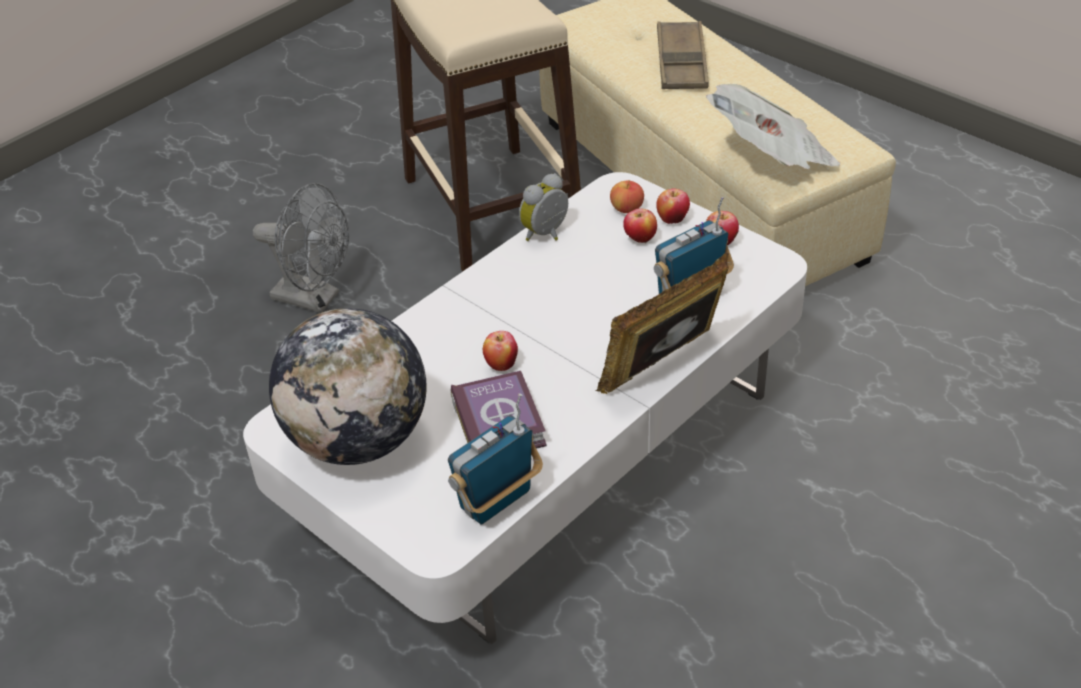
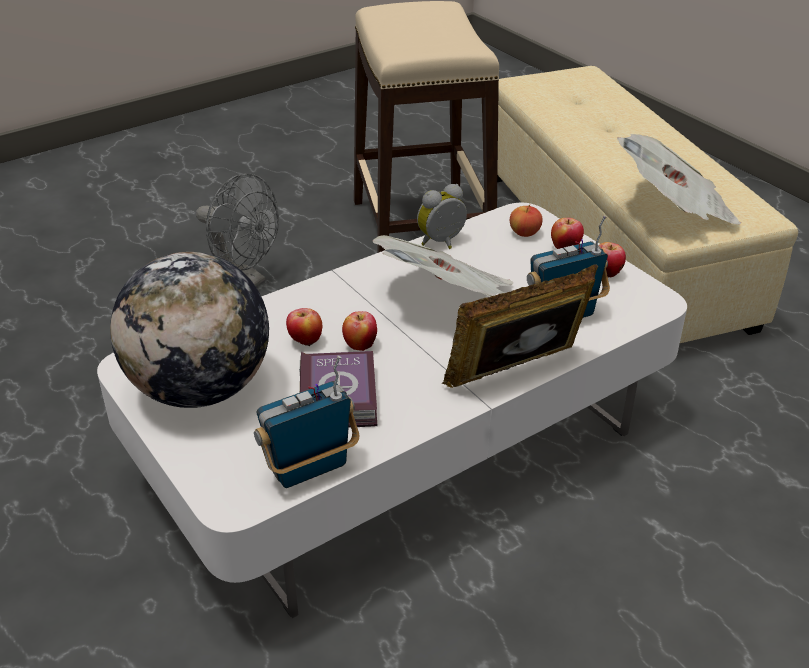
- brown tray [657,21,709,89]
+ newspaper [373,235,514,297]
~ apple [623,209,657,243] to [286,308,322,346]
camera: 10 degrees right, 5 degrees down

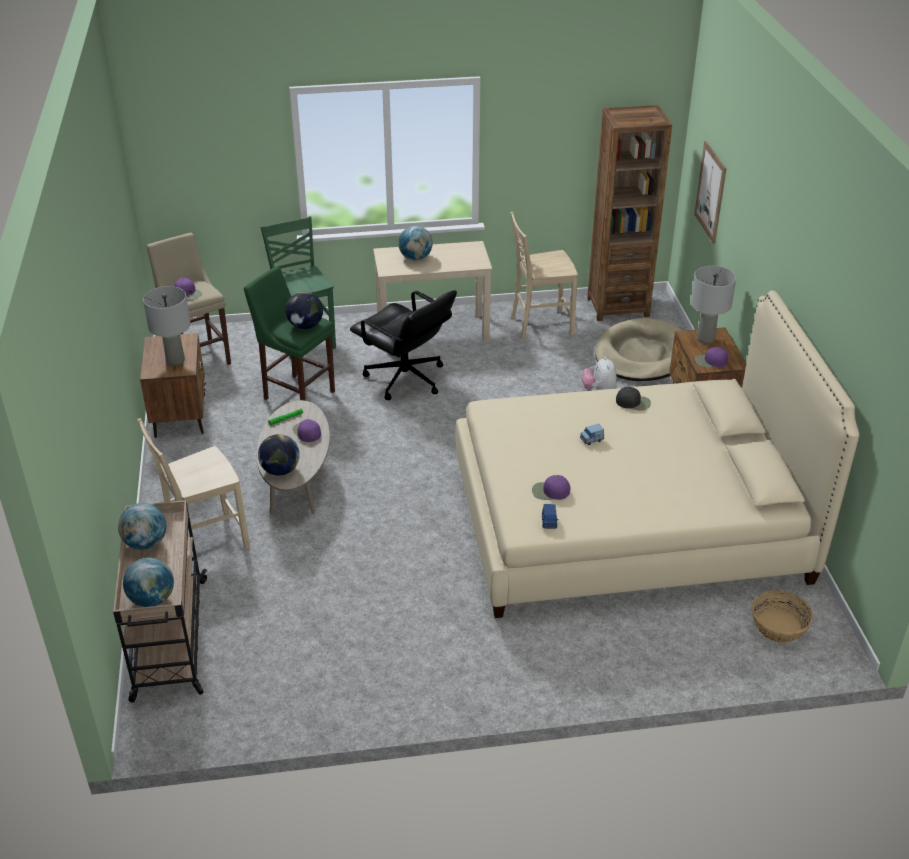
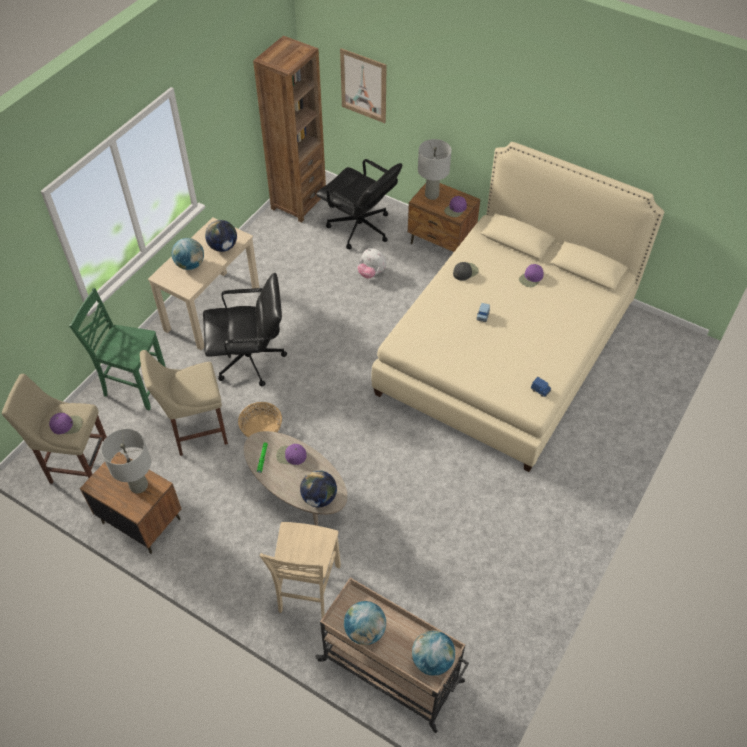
- beige chair [511,212,578,339]
~ globe [286,292,323,329] to [205,220,237,252]
~ purple cap [532,475,571,500] to [519,264,544,287]
~ basket [752,590,813,643] to [238,402,282,437]
~ beige dog bed [595,318,683,381] to black office chair [316,159,402,249]
~ green stool [244,266,335,401] to beige stool [140,350,228,456]
camera: 50 degrees left, 15 degrees up

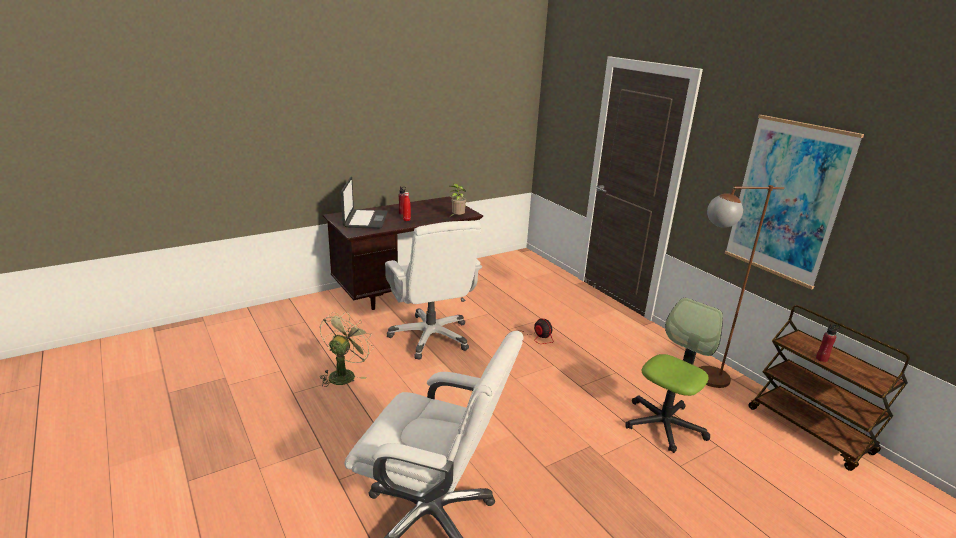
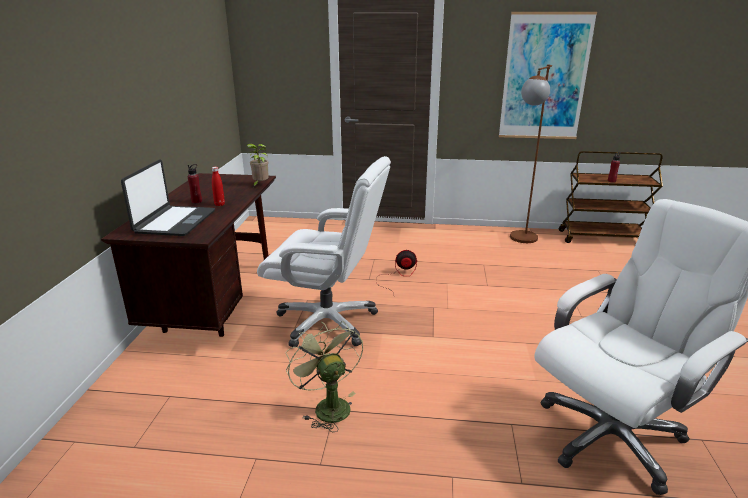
- office chair [625,298,723,453]
~ laptop [341,177,388,229] = [121,159,215,236] 60 degrees clockwise
camera: 50 degrees left, 0 degrees up

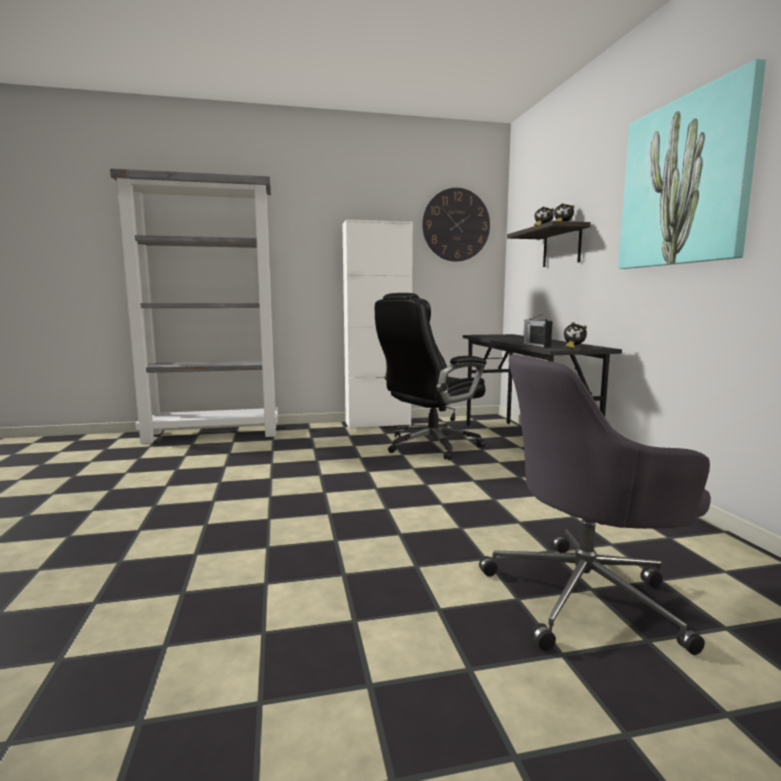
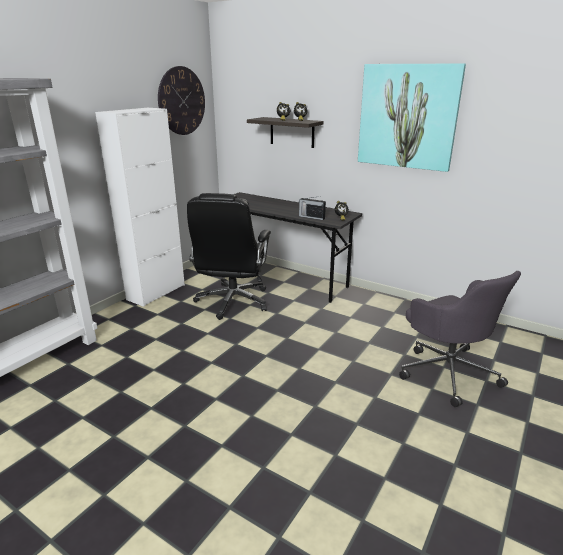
~ grey office chair [479,354,711,655] = [399,271,521,407] 60 degrees counterclockwise
camera: 45 degrees left, 15 degrees up

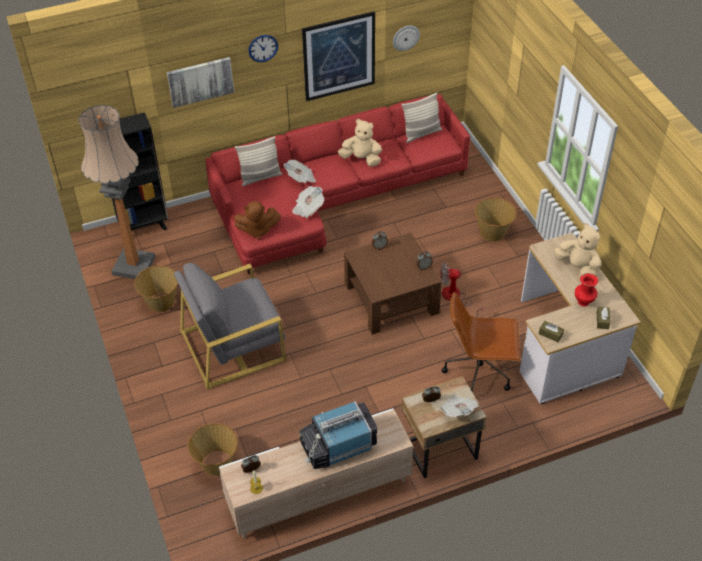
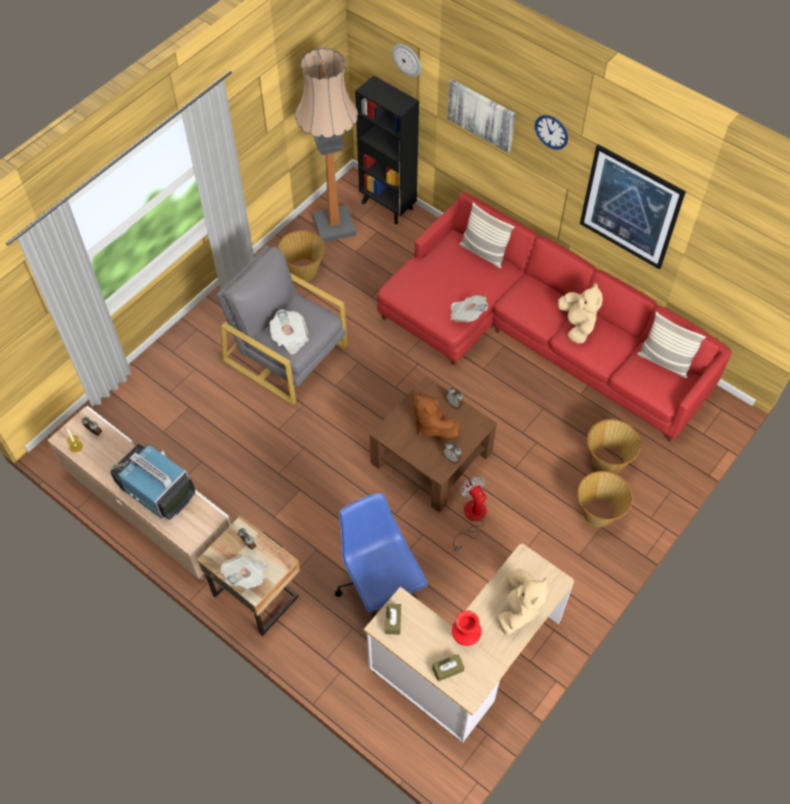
~ basket [187,423,238,476] to [587,419,641,474]
~ brown plush toy [234,201,281,240] to [413,392,460,438]
~ newspaper [284,160,316,183] to [269,309,309,354]
~ wall clock [393,25,420,51] to [392,44,421,77]
~ brown office chair [442,291,521,391] to blue office chair [335,493,428,619]
camera: 60 degrees right, 10 degrees up

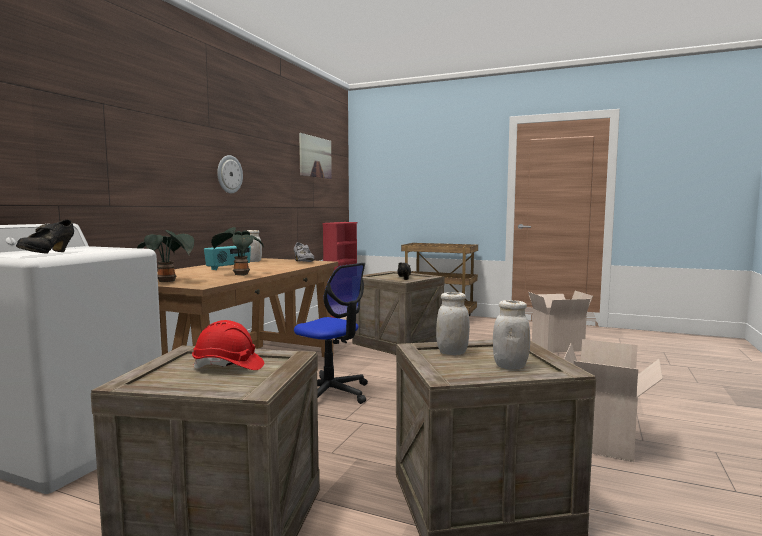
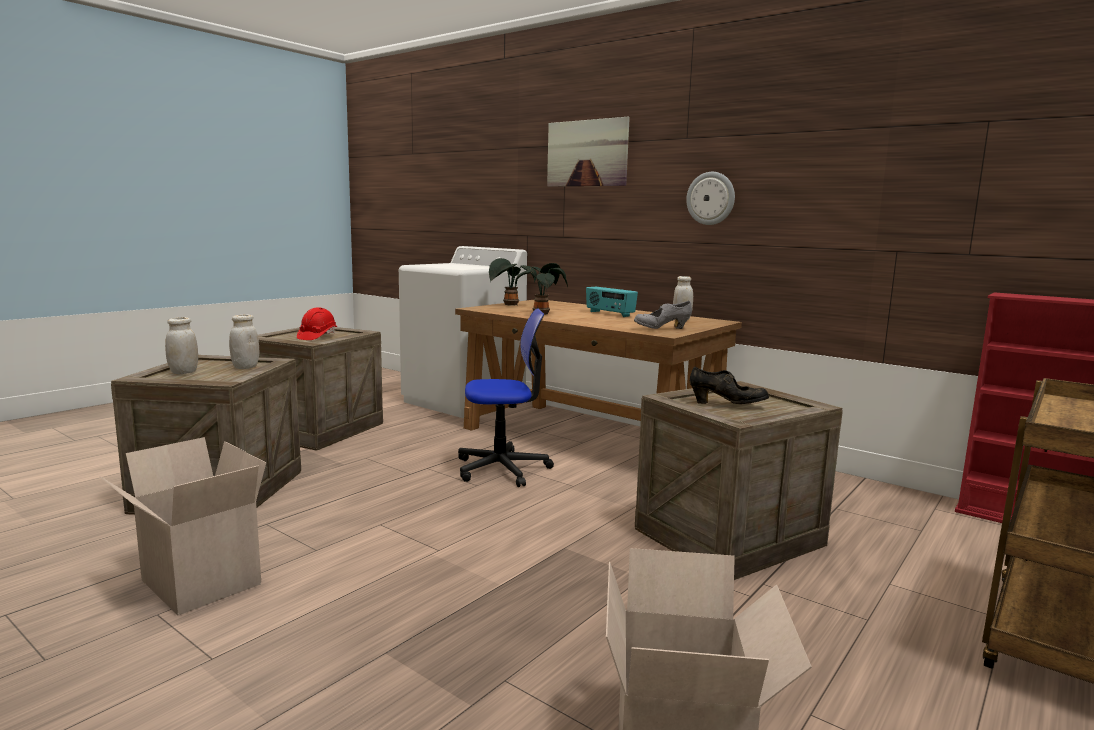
- black shoe [16,220,74,253]
~ picture [299,133,332,179] to [547,117,630,187]
~ office chair [294,263,368,404] = [458,308,554,487] 150 degrees counterclockwise
camera: 105 degrees right, 5 degrees up

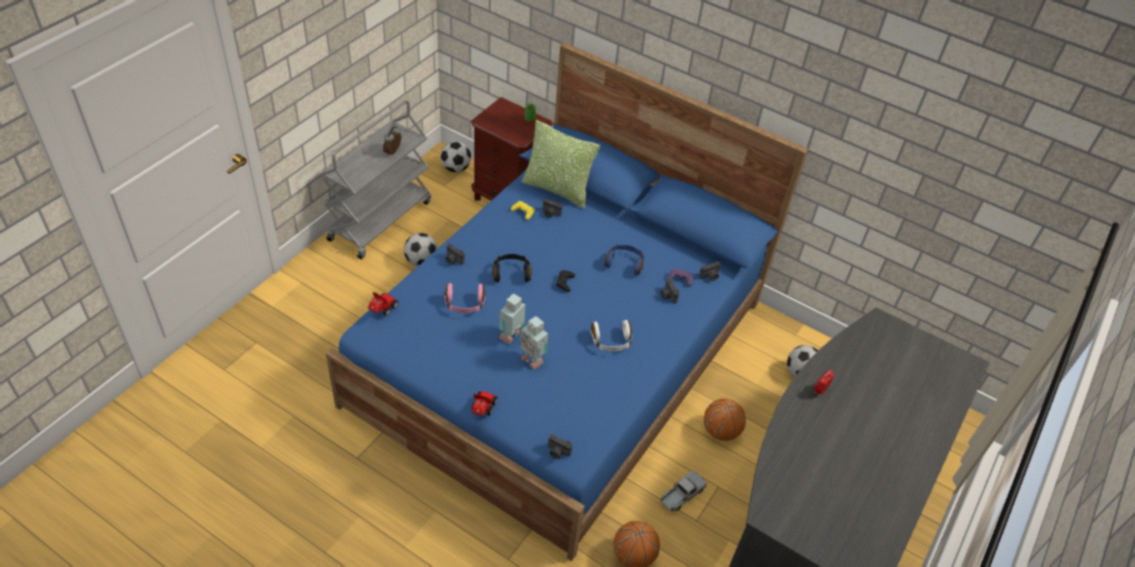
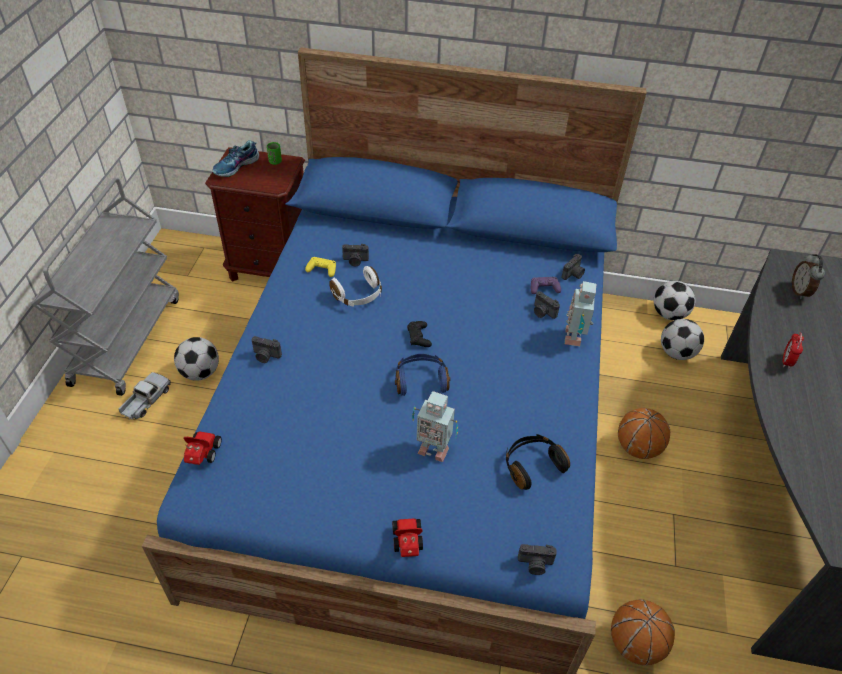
- pink headphones [444,283,486,313]
- pillow [522,120,600,209]
+ shoe [212,140,259,177]
~ alarm clock [383,126,401,156] to [792,254,825,299]
~ football [440,141,471,172] to [653,281,696,320]
~ black headphones [492,254,532,282] to [506,434,570,490]
~ toy robot [499,293,525,344] to [564,281,596,346]
~ white headphones [591,320,632,352] to [329,266,382,307]
~ blue headphones [605,244,644,276] to [395,354,450,396]
~ toy truck [661,470,707,511] to [119,372,171,419]
camera: 20 degrees left, 0 degrees up

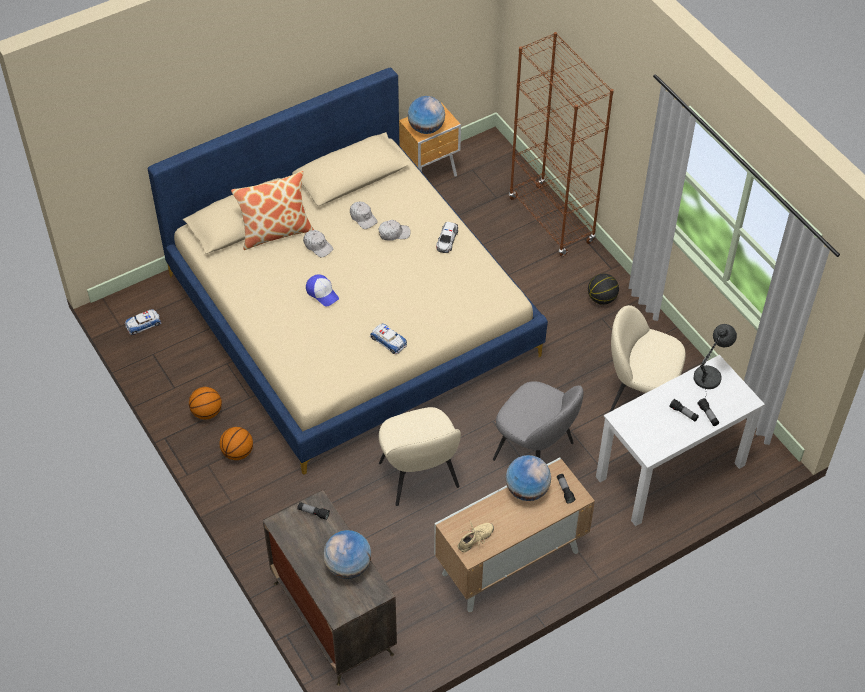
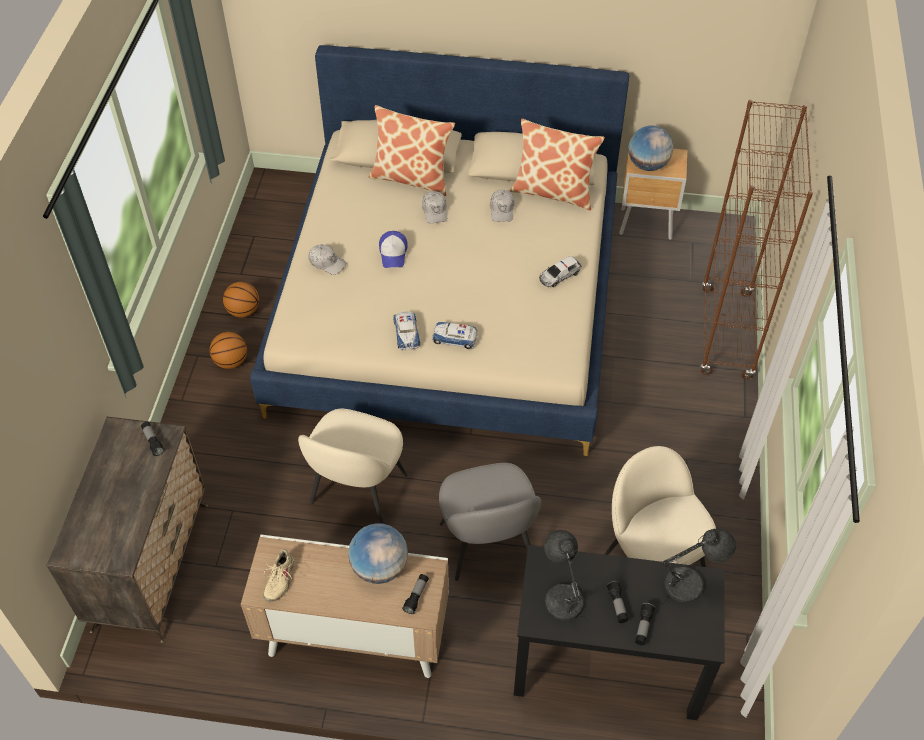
- globe [323,530,372,579]
- basketball [588,273,619,305]
+ pillow [510,119,605,210]
+ grey table lamp [544,530,591,624]
~ toy car [125,309,161,335] to [432,322,478,349]
~ white cap [378,220,411,241] to [308,244,346,275]
~ white desk [596,355,765,526] to black desk [514,545,725,720]
~ beige shoe [458,521,494,552] = [263,549,295,602] 105 degrees clockwise
camera: 40 degrees right, 0 degrees up

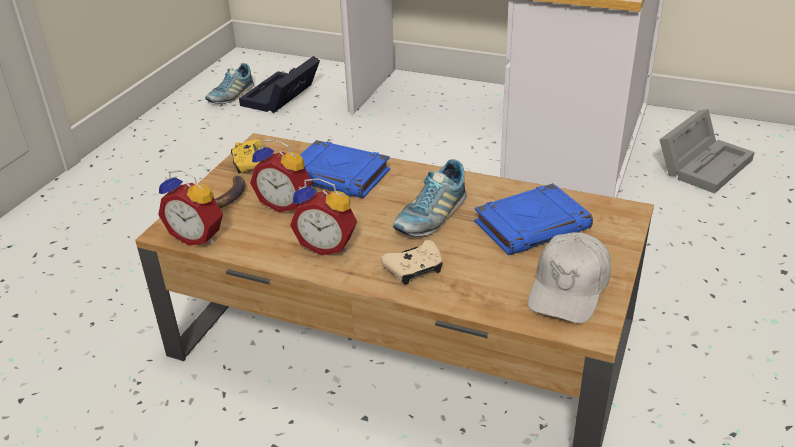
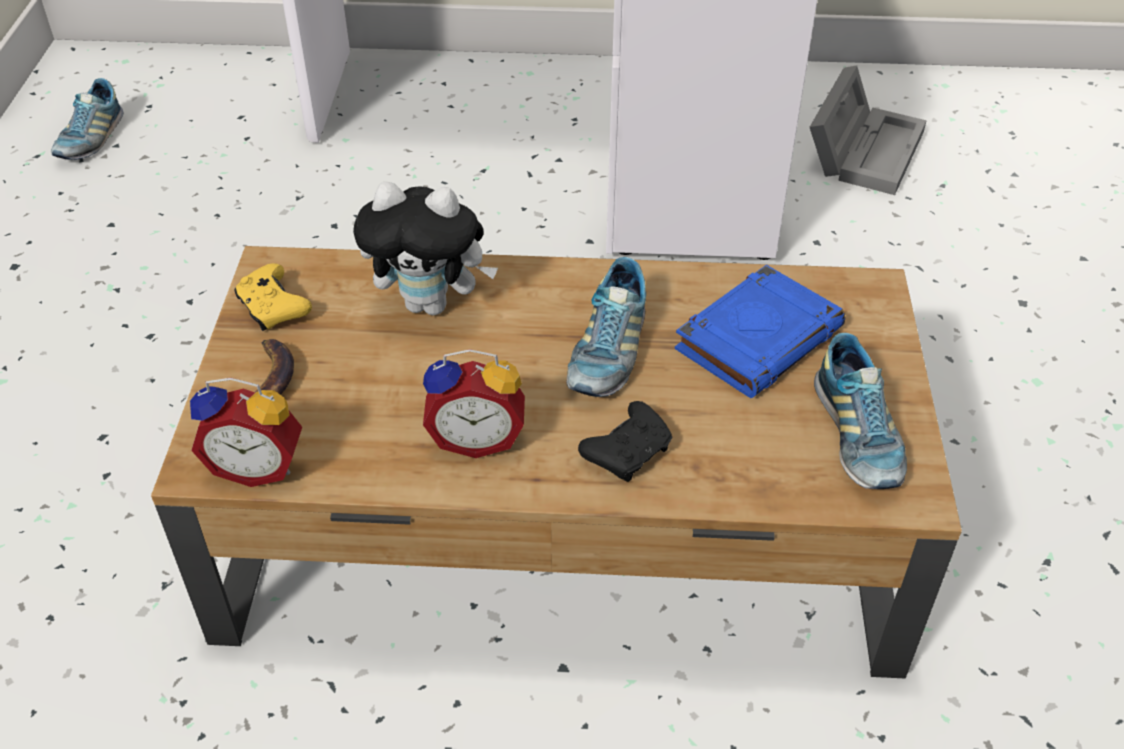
- black storage box [239,56,320,113]
- alarm clock [250,139,312,212]
~ blue book [300,140,390,198] to plush toy [353,182,498,316]
~ white cap [528,232,611,324] to shoe [814,333,907,489]
~ beige game controller [380,240,443,284] to black game controller [578,401,672,482]
camera: 20 degrees left, 10 degrees up

